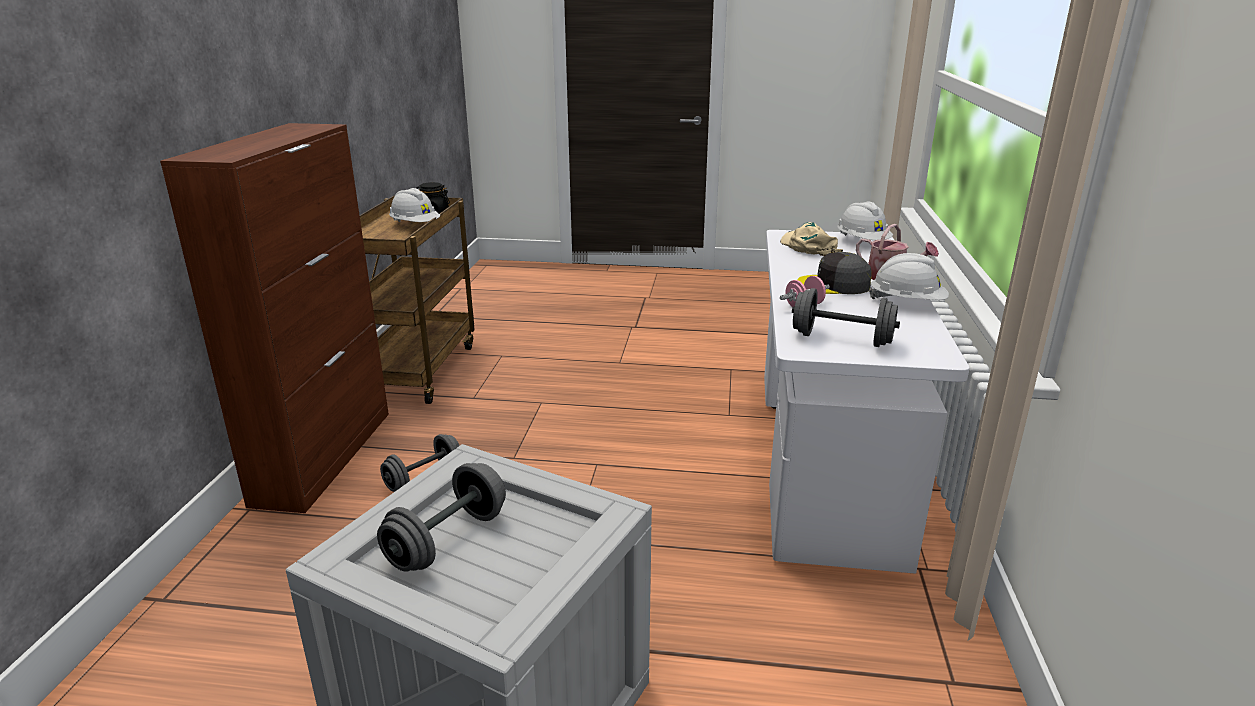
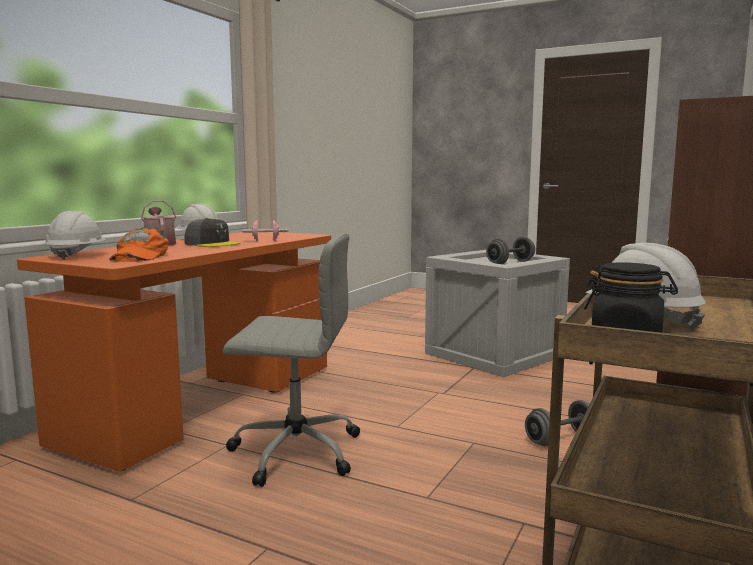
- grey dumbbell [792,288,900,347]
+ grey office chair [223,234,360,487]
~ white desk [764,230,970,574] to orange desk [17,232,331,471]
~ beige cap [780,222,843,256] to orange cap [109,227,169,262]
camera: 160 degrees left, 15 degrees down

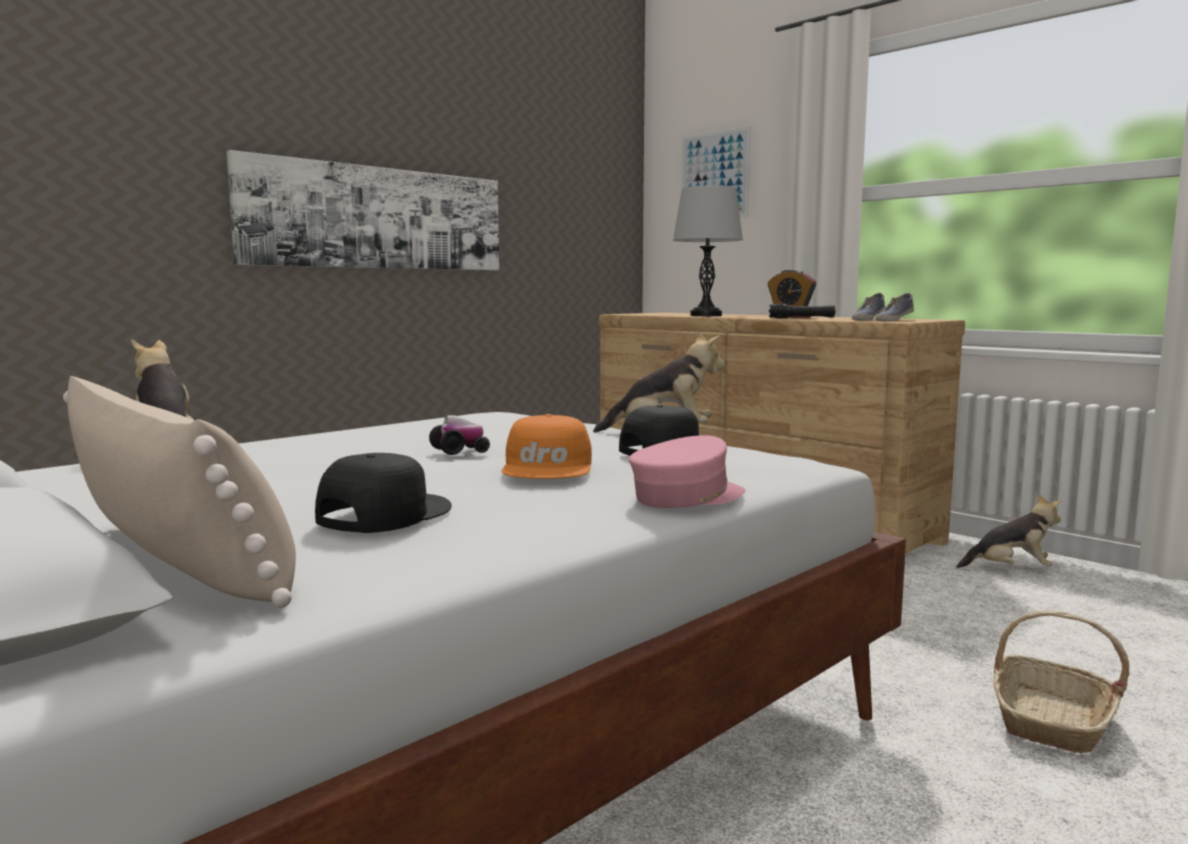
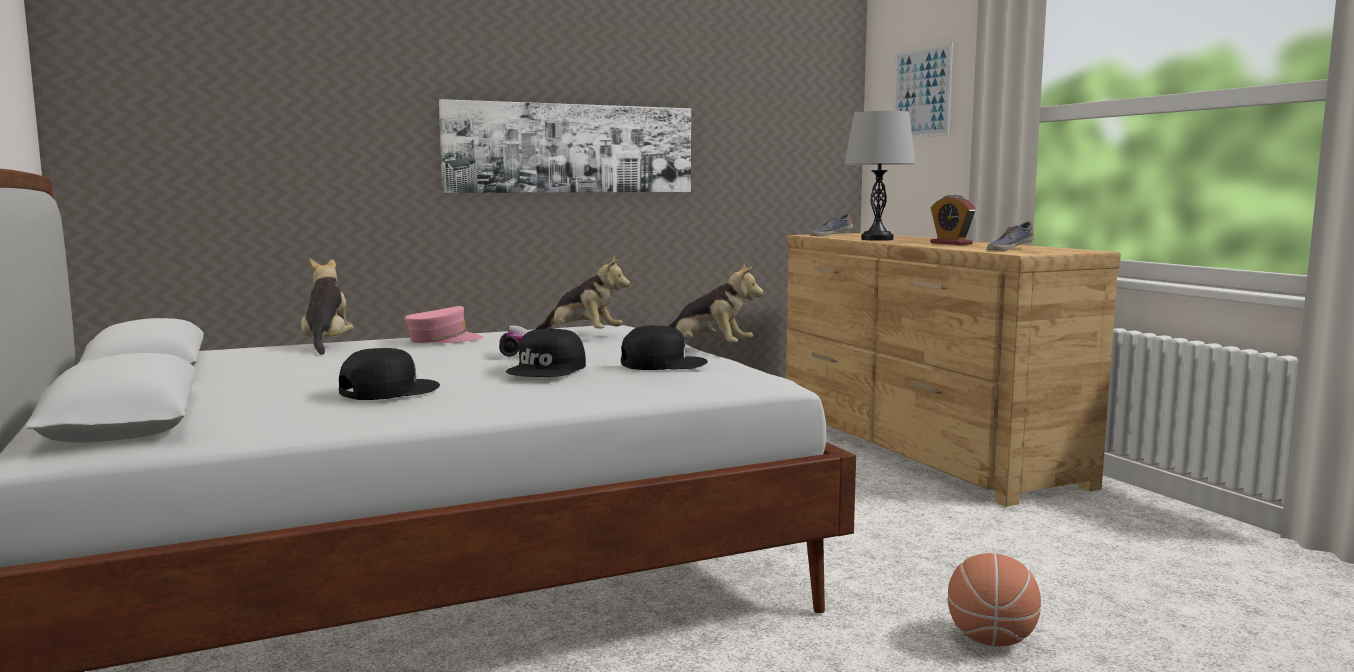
- beige pillow [63,376,296,608]
- black flashlight [769,303,836,318]
~ pink cap [629,435,745,508] to [405,306,484,343]
~ shoe [875,293,914,322] to [810,214,853,236]
~ plush toy [956,493,1061,568] to [535,257,630,330]
~ basket [993,610,1130,753] to basketball [948,553,1041,647]
~ orange cap [501,414,592,479] to black cap [506,328,586,377]
camera: 20 degrees right, 0 degrees up

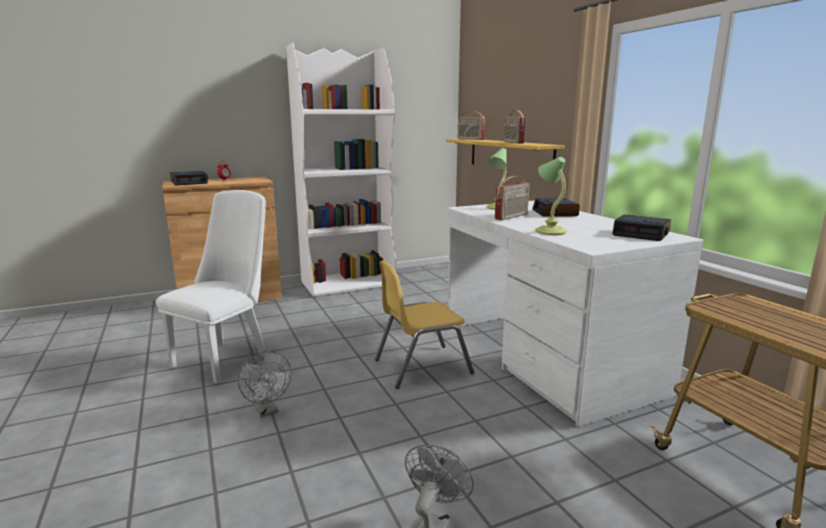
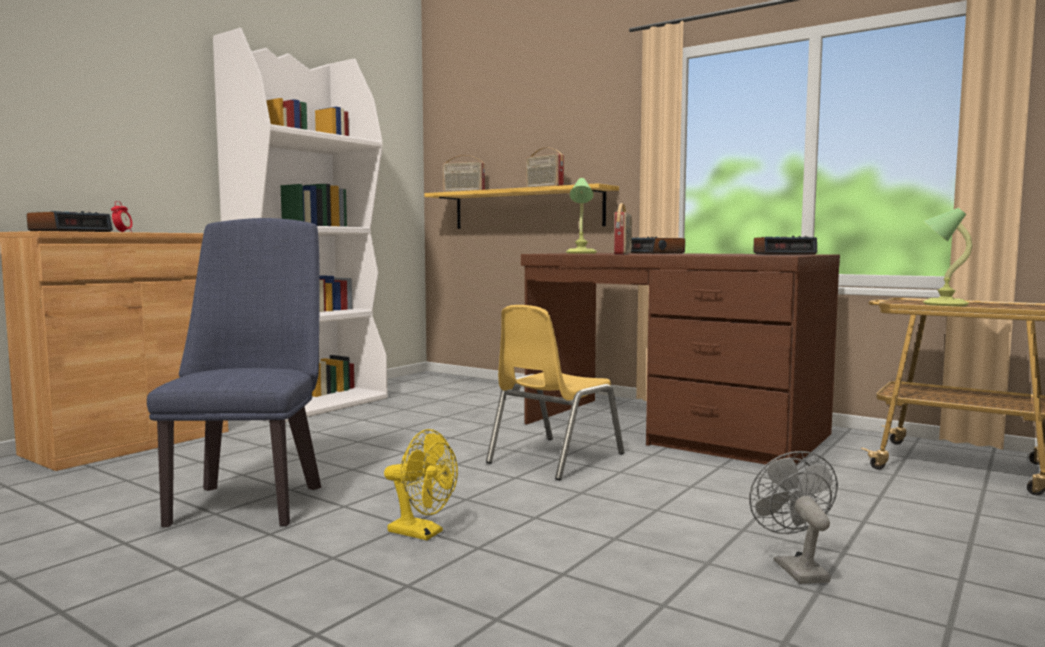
~ table lamp [535,157,567,235] to [923,208,973,306]
~ white chair [156,190,267,383] to blue chair [147,218,321,527]
~ grey fan [238,351,291,418] to yellow fan [384,429,458,540]
~ white desk [447,201,704,427] to brown desk [521,253,840,465]
camera: 30 degrees left, 10 degrees down

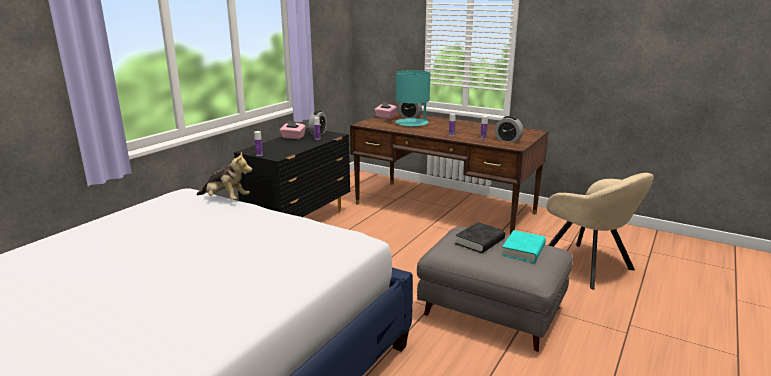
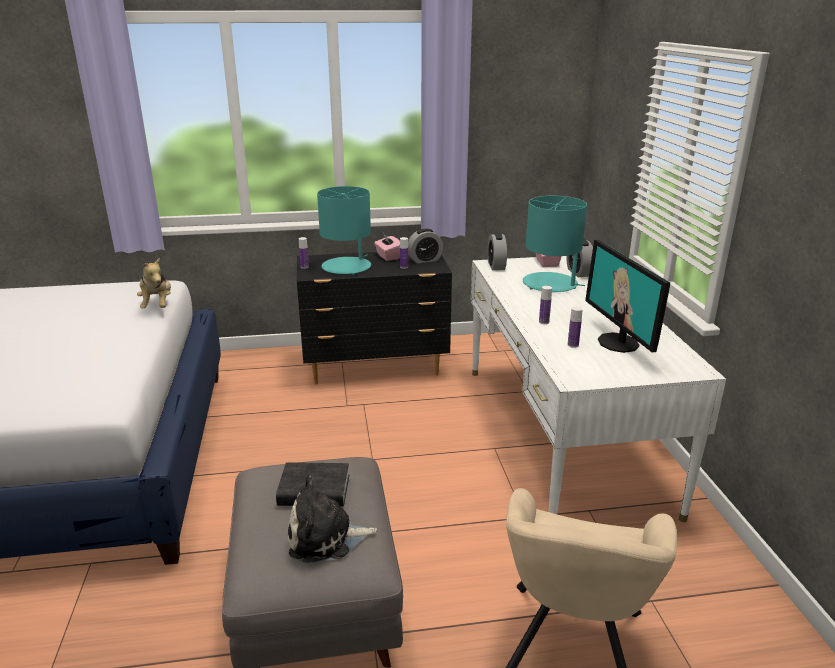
+ turquoise table lamp [317,186,371,275]
+ monitor [585,240,670,353]
~ alarm clock [495,116,523,143] to [488,233,507,270]
~ turquoise book [502,230,546,263] to plush toy [288,475,377,563]
~ brown desk [350,112,549,234] to white desk [471,256,726,522]
camera: 50 degrees right, 5 degrees up

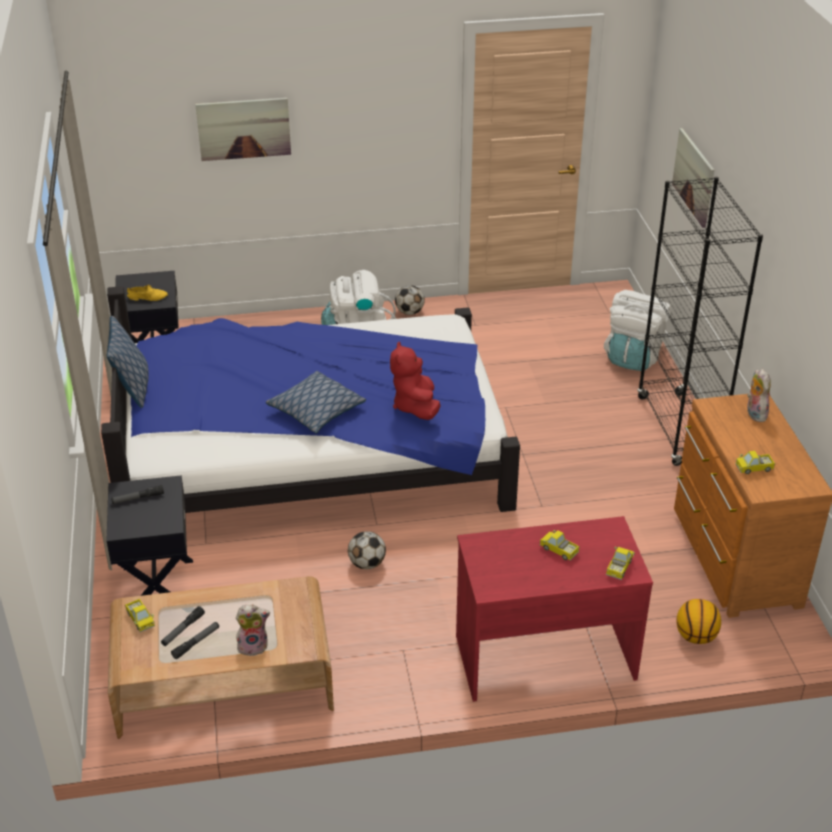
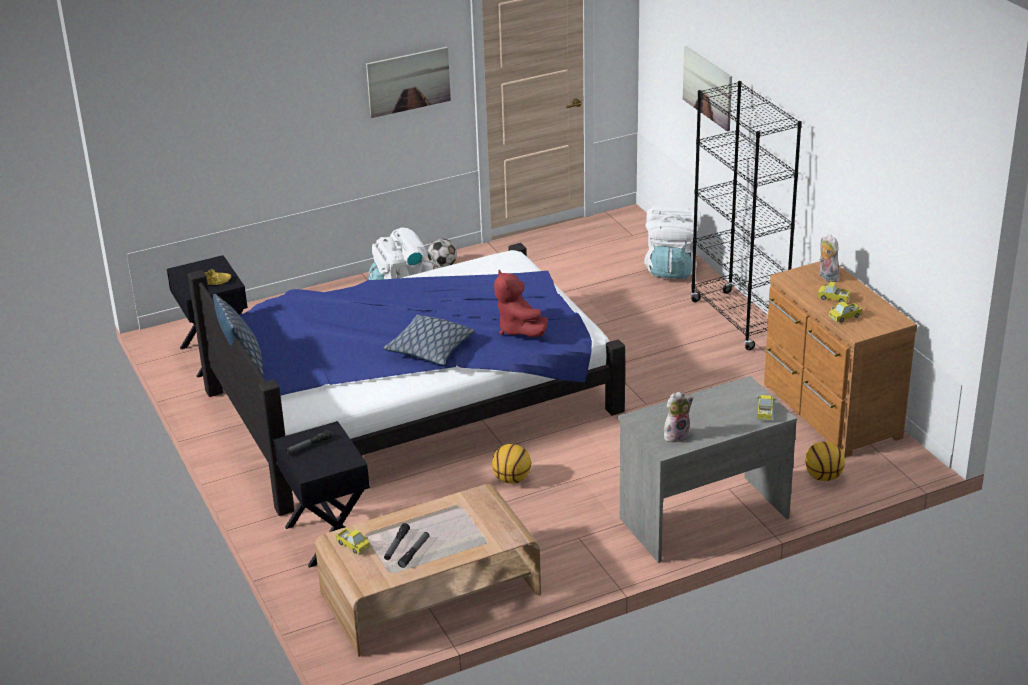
~ picture [195,98,291,161] to [366,47,451,118]
~ plush toy [236,604,270,656] to [664,391,693,442]
~ toy truck [540,530,580,561] to [817,282,851,303]
~ football [348,531,386,569] to basketball [492,444,531,484]
~ red desk [456,516,653,702] to grey desk [617,376,797,563]
camera: 15 degrees left, 5 degrees down

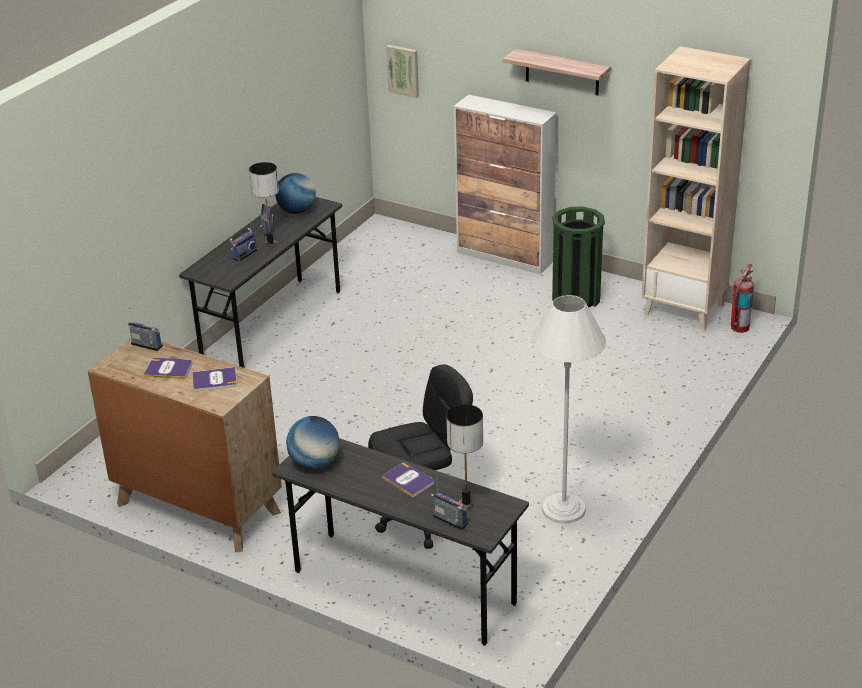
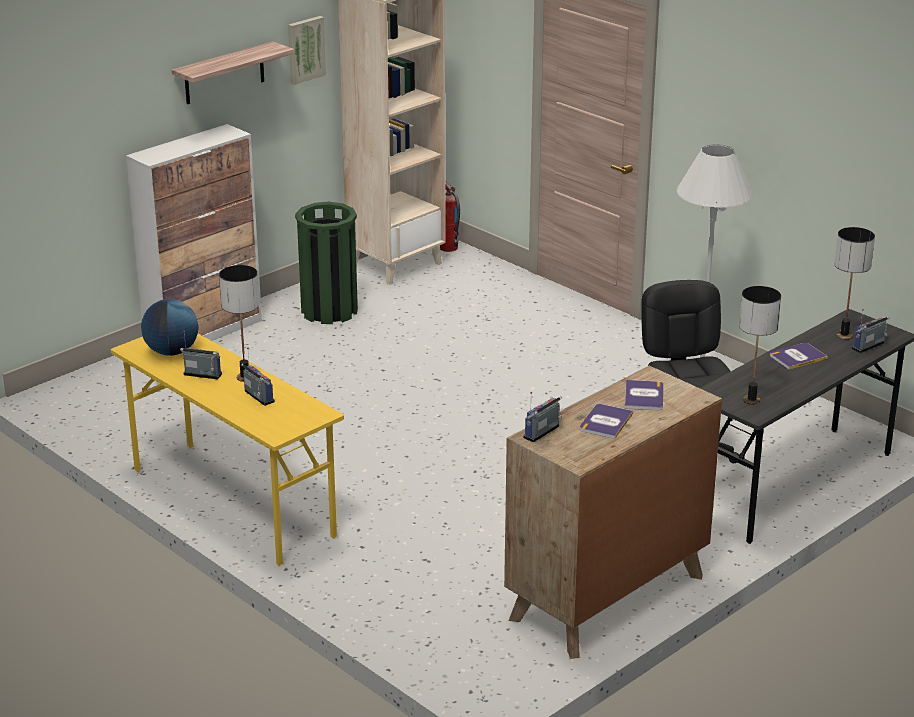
~ picture [386,45,419,98] to [288,16,326,85]
~ globe [286,416,340,469] to table lamp [739,286,781,405]
~ grey desk [179,197,342,368] to yellow desk [111,334,344,566]
camera: 75 degrees left, 5 degrees down

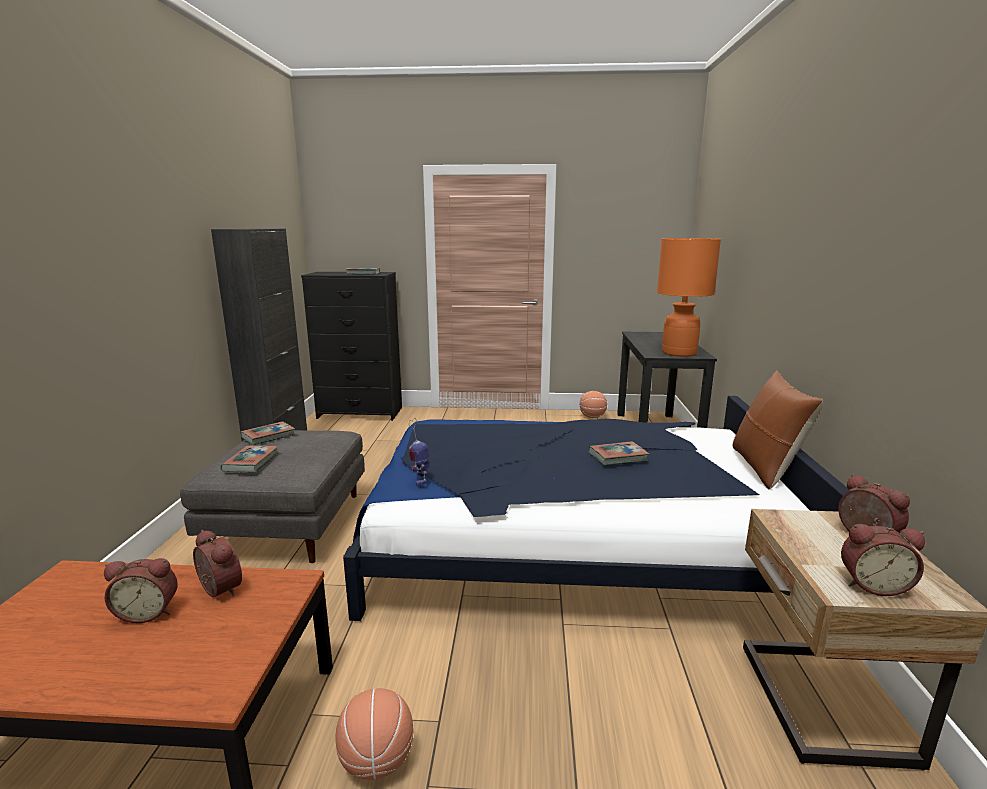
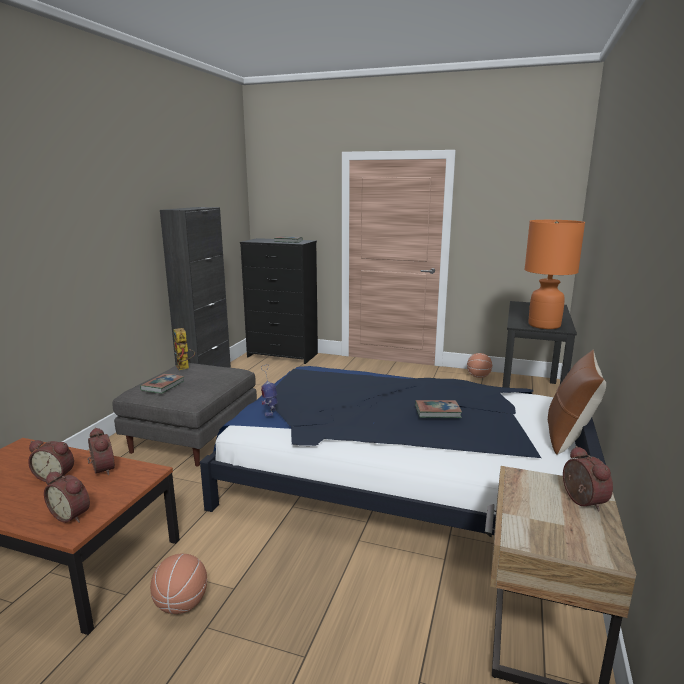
~ alarm clock [841,524,925,596] to [44,472,90,523]
~ book [241,421,296,445] to toy robot [173,328,195,370]
camera: 15 degrees right, 0 degrees up

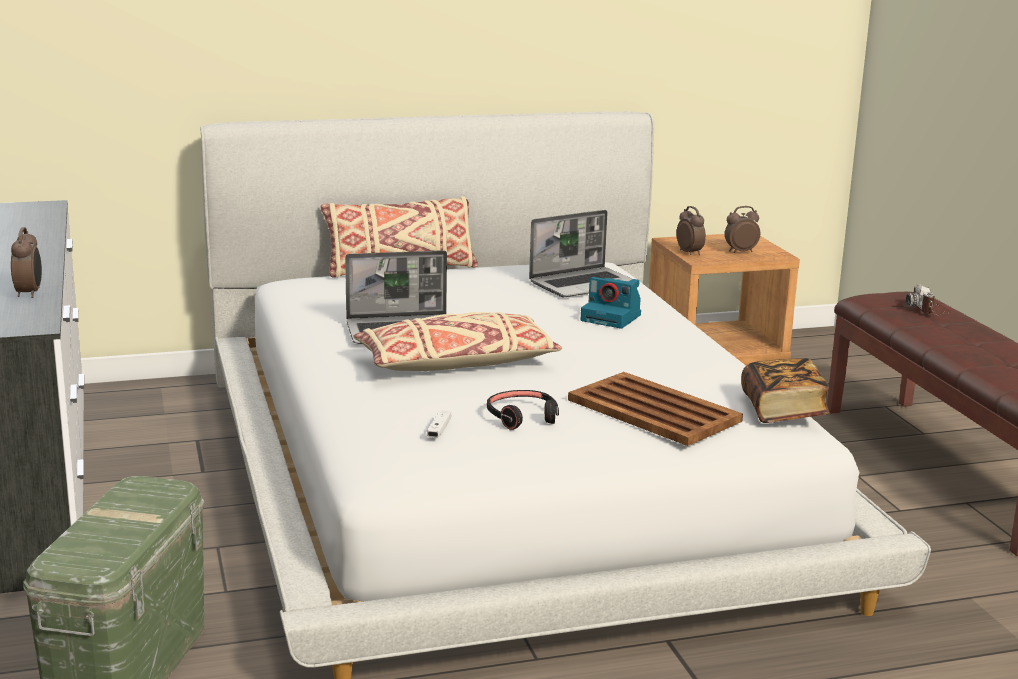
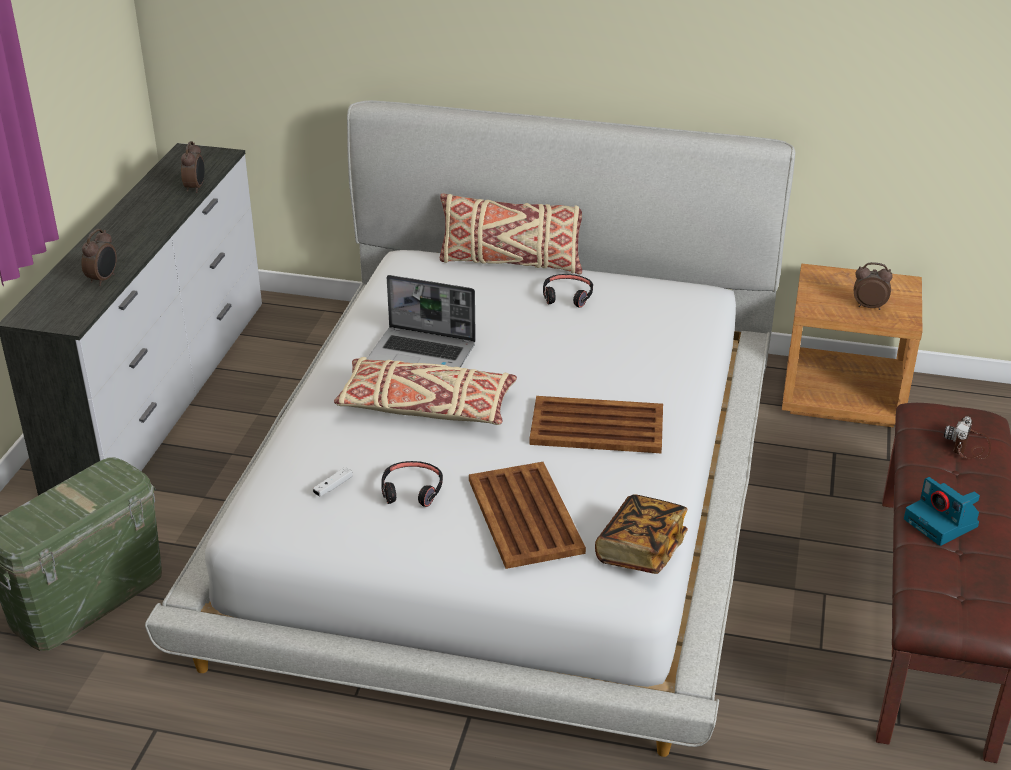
- laptop [529,210,640,297]
+ brown tray [529,396,663,453]
+ black headphones [543,274,593,308]
~ photo camera [581,277,641,329] to [904,477,980,546]
~ alarm clock [677,206,706,255] to [181,141,204,193]
camera: 30 degrees right, 15 degrees up

